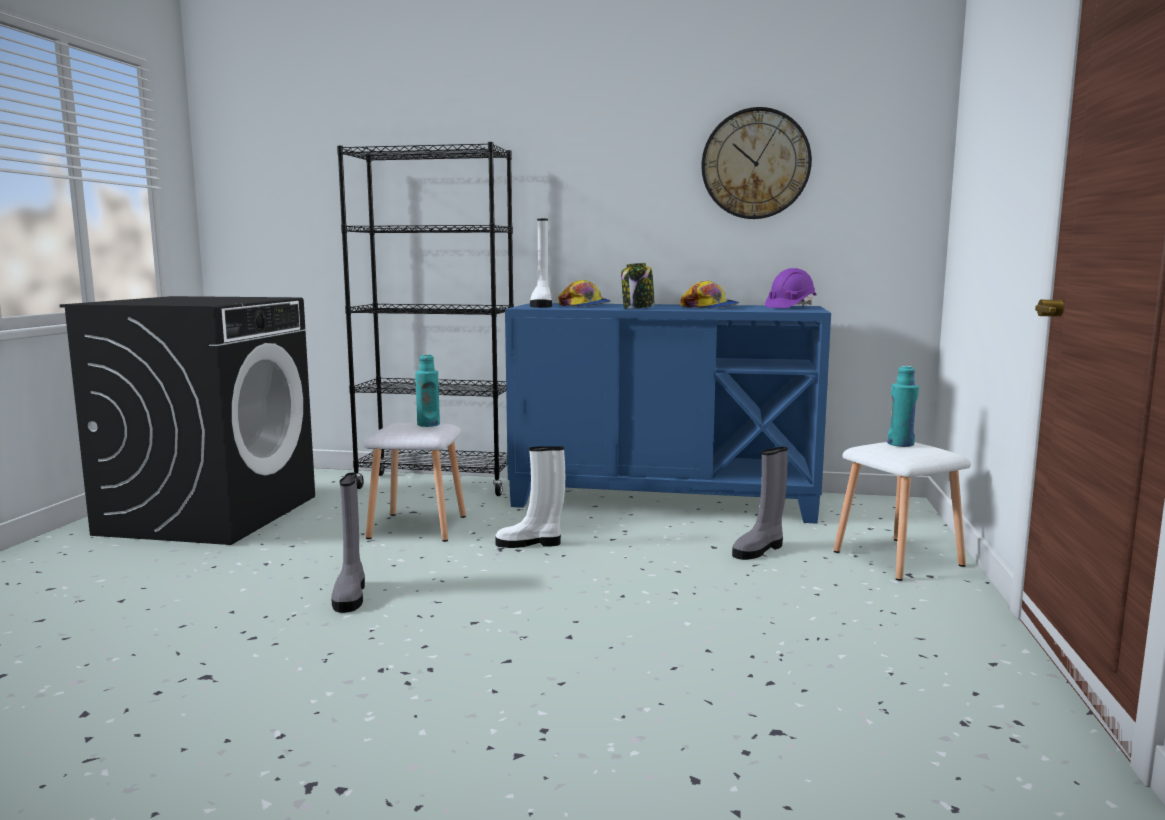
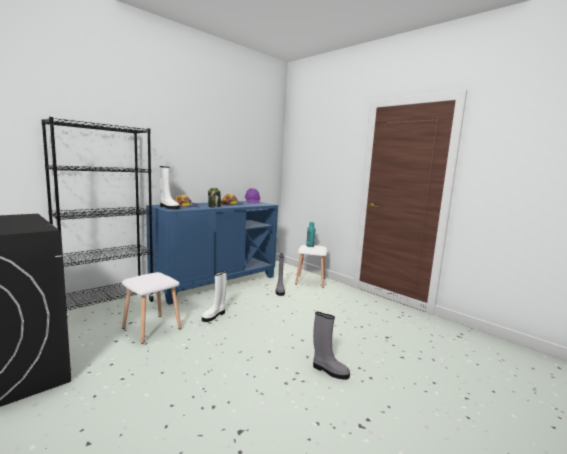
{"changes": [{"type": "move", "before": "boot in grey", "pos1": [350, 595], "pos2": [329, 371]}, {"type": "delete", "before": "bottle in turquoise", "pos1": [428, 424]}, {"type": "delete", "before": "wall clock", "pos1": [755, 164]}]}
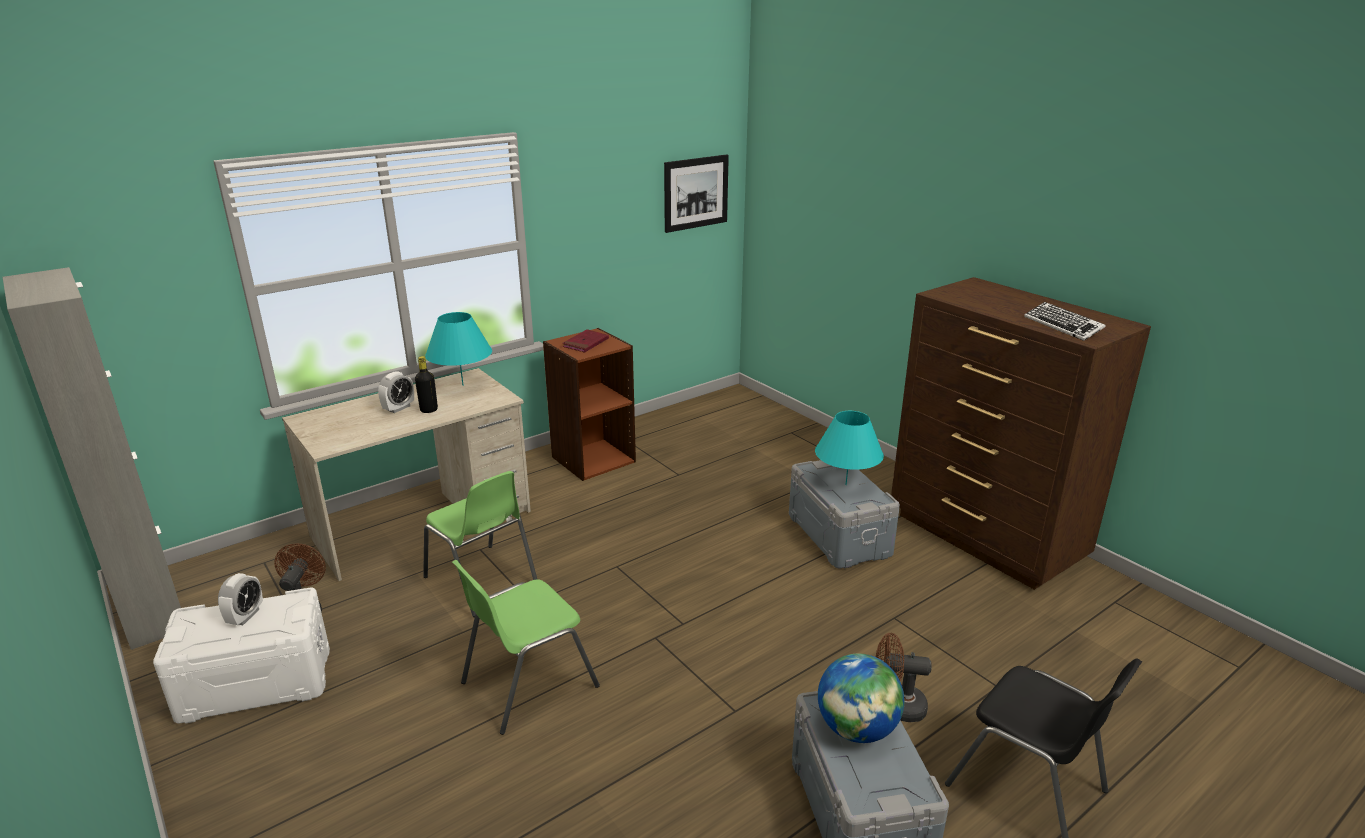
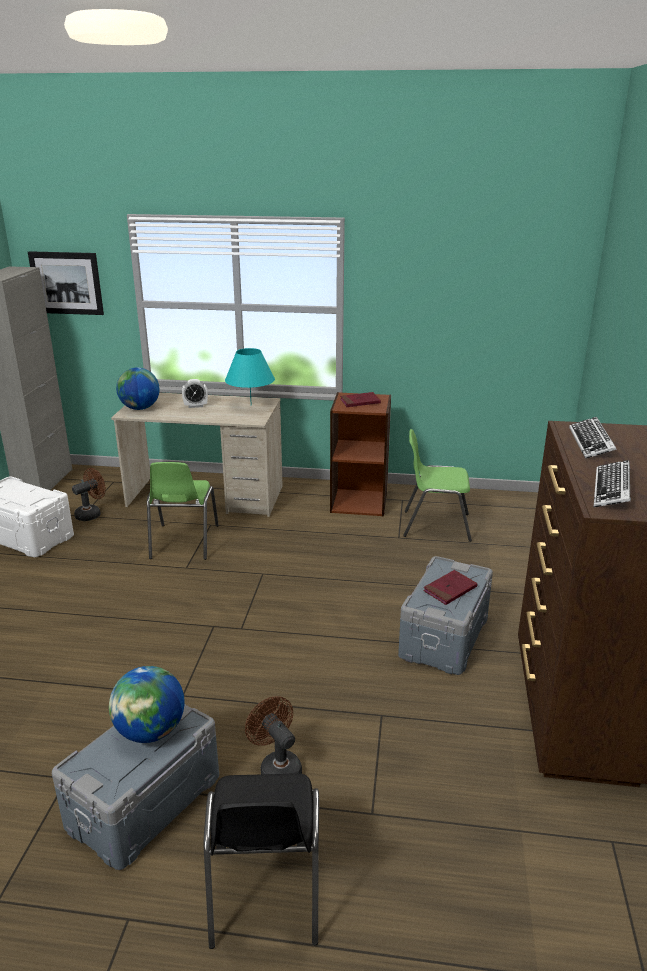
{"changes": [{"type": "delete", "before": "alarm clock", "pos1": [245, 616]}, {"type": "delete", "before": "bottle in black", "pos1": [429, 410]}, {"type": "move", "before": "chair in green", "pos1": [527, 684], "pos2": [435, 525]}, {"type": "move", "before": "picture", "pos1": [696, 193], "pos2": [66, 283]}, {"type": "replace", "before": "table lamp in turquoise", "after": "book in red", "pos1": [845, 484], "pos2": [450, 589]}, {"type": "insert", "after": "globe", "pos2": [140, 408]}, {"type": "insert", "after": "keyboard", "pos2": [591, 443]}]}
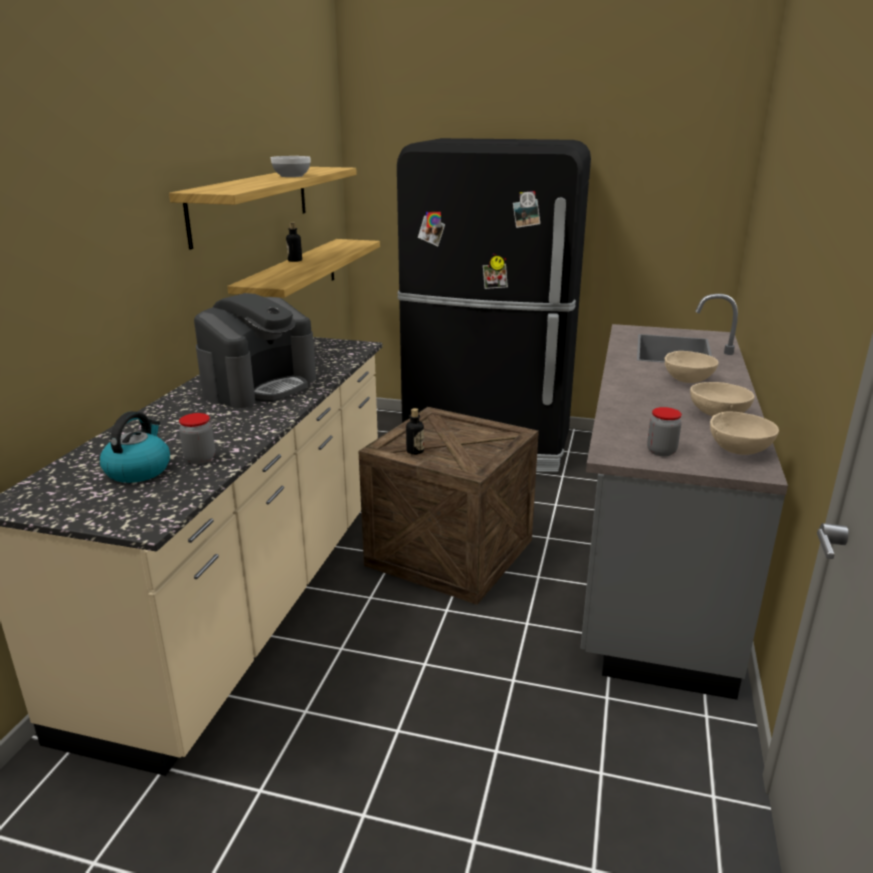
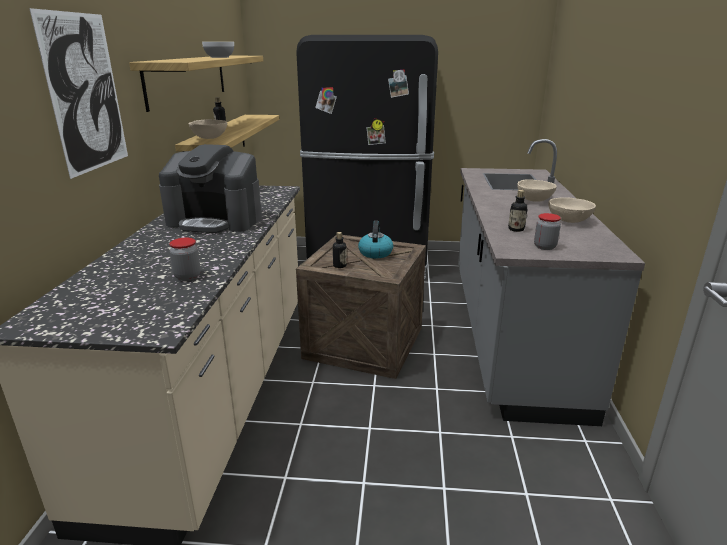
{"changes": [{"type": "move", "before": "kettle", "pos1": [138, 470], "pos2": [375, 253]}, {"type": "rotate", "before": "coffee machine", "pos1": [260, 386], "pos2": [216, 220], "turn": 75}, {"type": "move", "before": "bowl in beige", "pos1": [738, 450], "pos2": [209, 138]}, {"type": "insert", "after": "picture", "pos2": [86, 93]}, {"type": "insert", "after": "bottle", "pos2": [516, 229]}]}
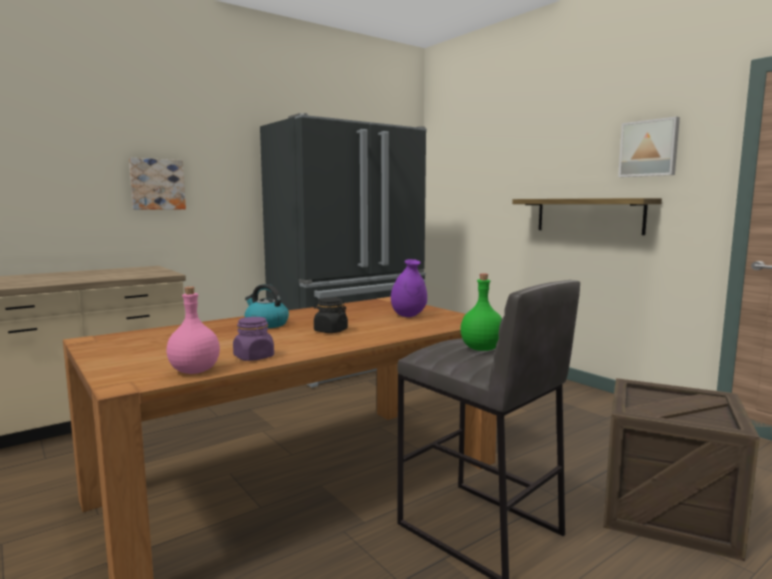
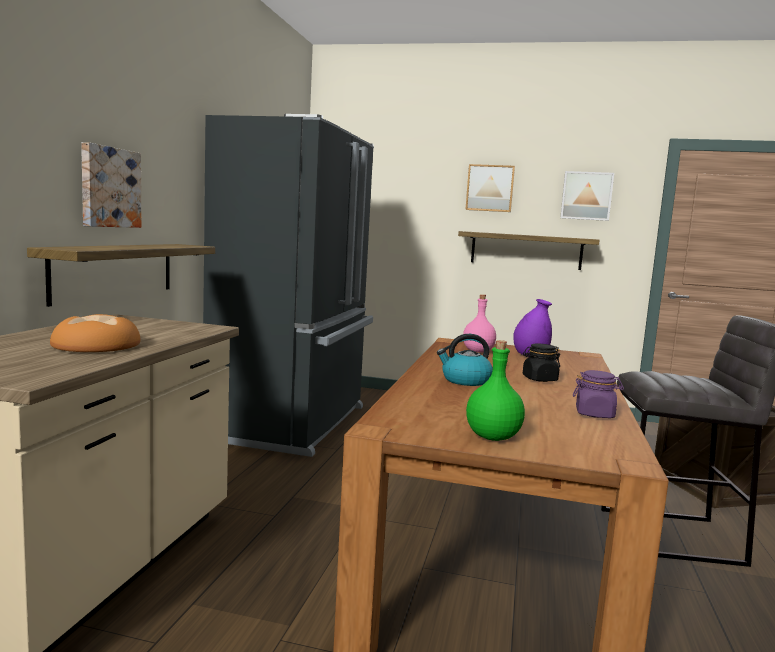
{"changes": [{"type": "move", "before": "bottle in pink", "pos1": [194, 371], "pos2": [477, 351]}, {"type": "move", "before": "bottle in green", "pos1": [482, 348], "pos2": [492, 437]}, {"type": "insert", "after": "shelf", "pos2": [115, 271]}, {"type": "insert", "after": "bread", "pos2": [96, 345]}, {"type": "insert", "after": "picture", "pos2": [490, 188]}]}
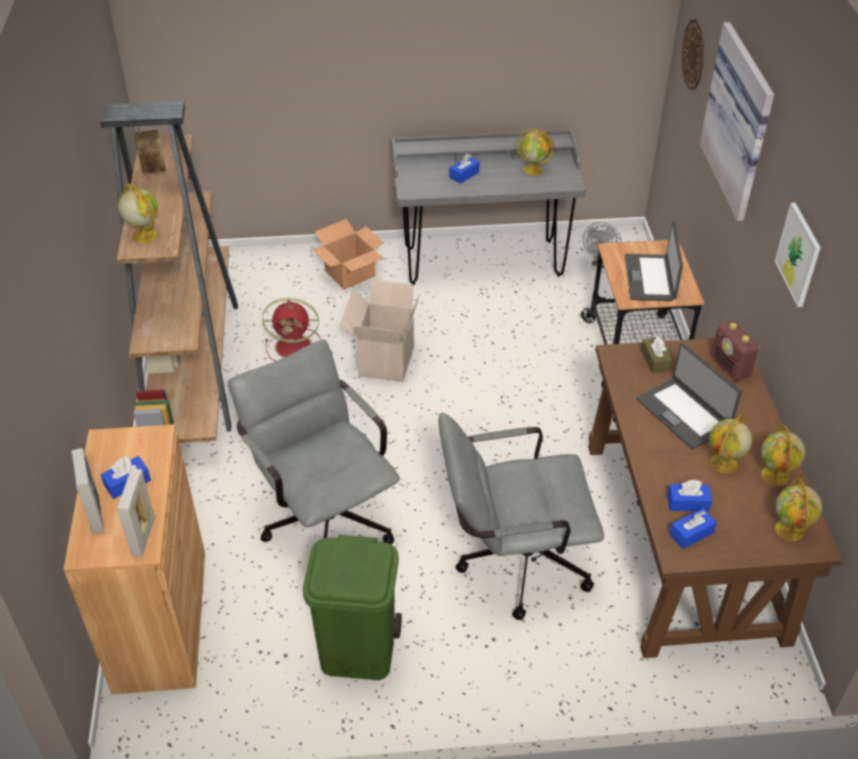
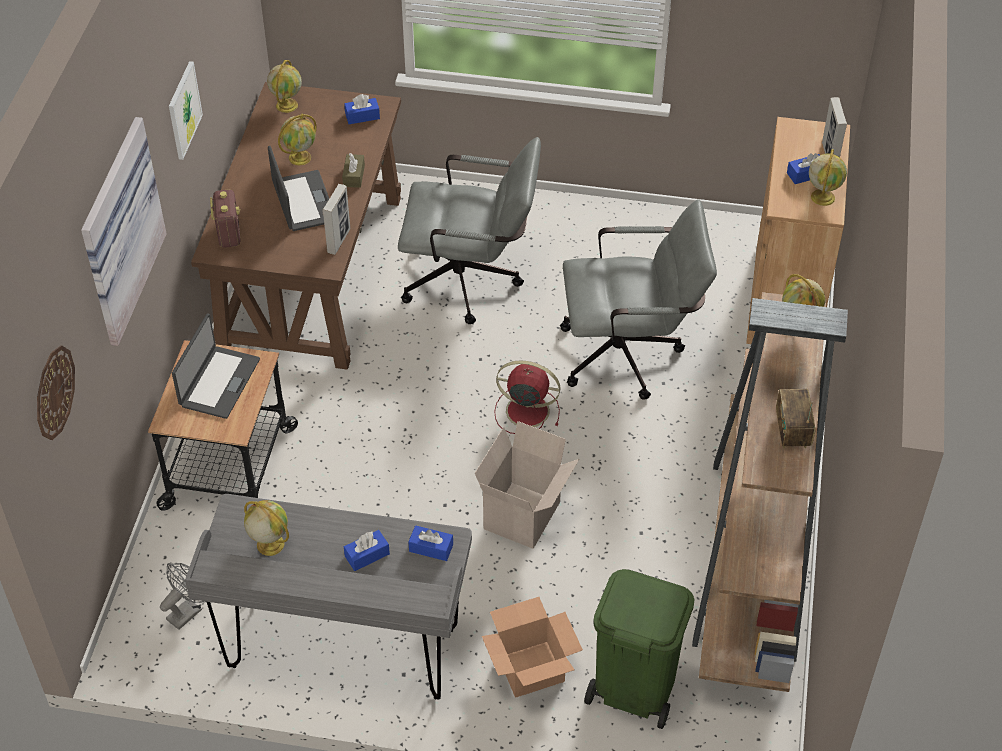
{"changes": [{"type": "move", "before": "picture frame", "pos1": [143, 537], "pos2": [338, 241]}, {"type": "rotate", "before": "office chair in grey", "pos1": [323, 516], "pos2": [630, 354], "turn": -75}, {"type": "move", "before": "fan in red", "pos1": [295, 347], "pos2": [525, 410]}, {"type": "move", "before": "trash can in green", "pos1": [359, 651], "pos2": [633, 687]}, {"type": "move", "before": "tissue box in brown", "pos1": [655, 360], "pos2": [354, 176]}, {"type": "move", "before": "tissue box in blue", "pos1": [687, 503], "pos2": [431, 548]}, {"type": "move", "before": "globe", "pos1": [775, 476], "pos2": [822, 197]}]}
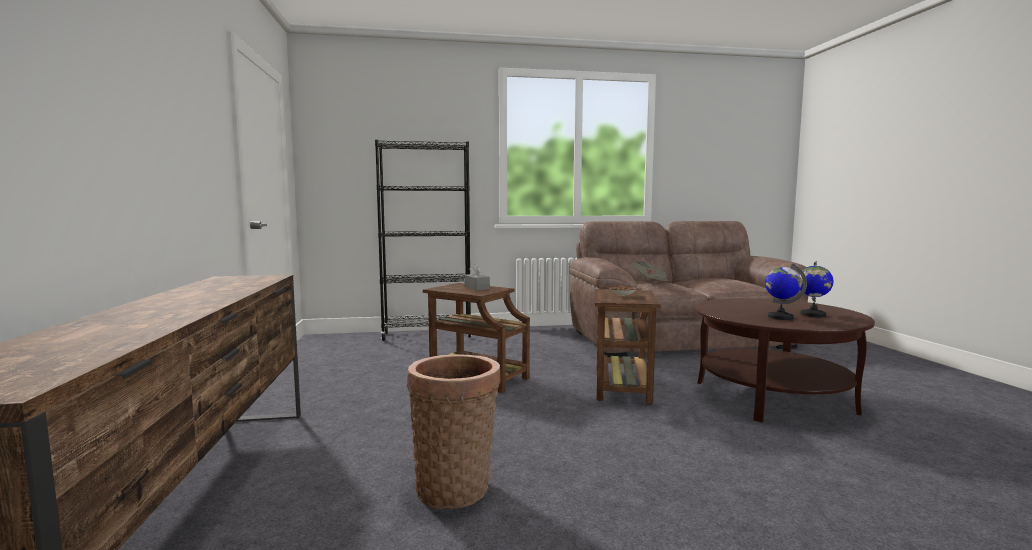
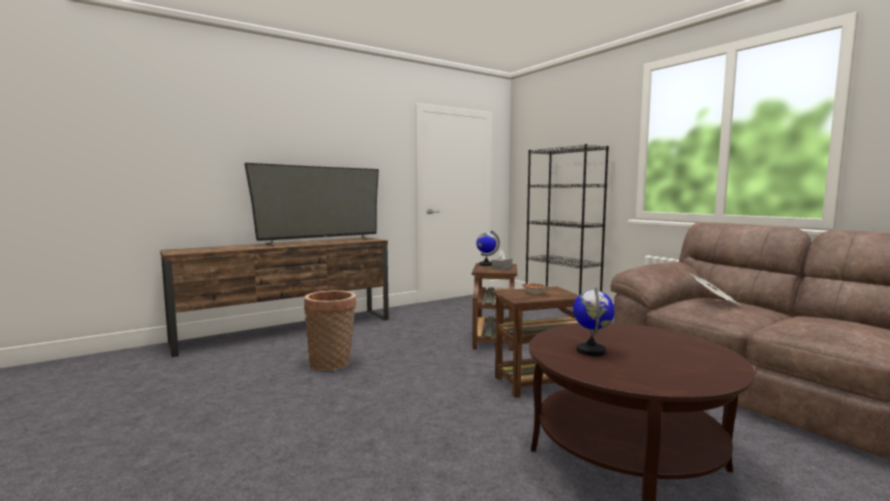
{"changes": [{"type": "move", "before": "globe", "pos1": [812, 315], "pos2": [486, 264]}, {"type": "insert", "after": "television", "pos2": [320, 241]}]}
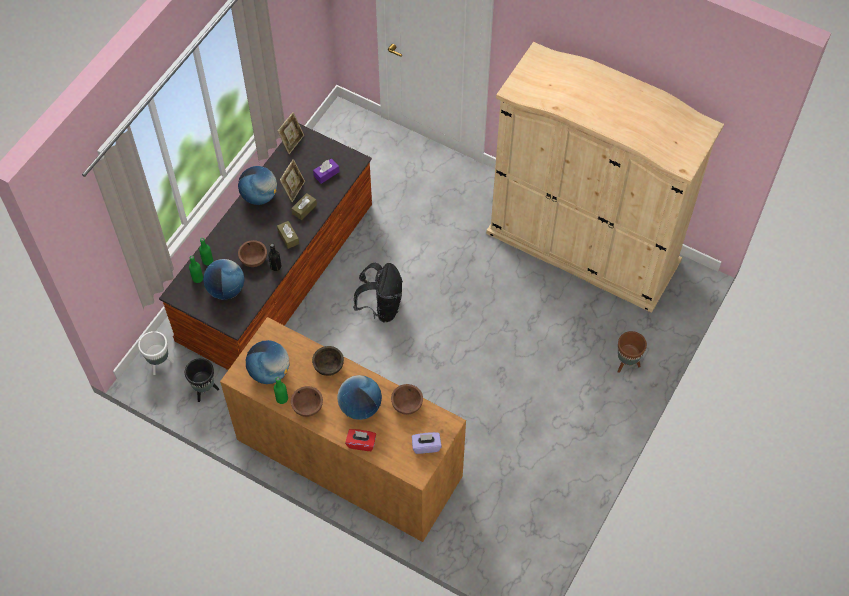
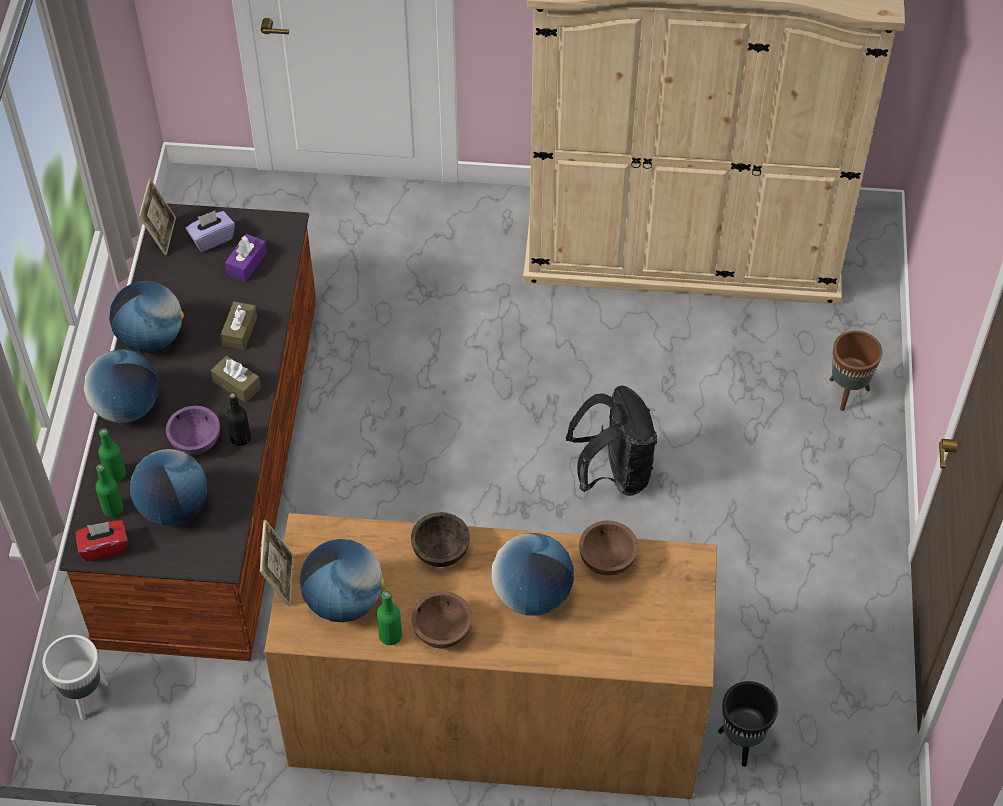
{"changes": [{"type": "move", "before": "planter in black", "pos1": [205, 390], "pos2": [741, 743]}, {"type": "recolor", "before": "bowl in brown", "after": "bowl in purple", "pos1": [254, 259], "pos2": [196, 441]}, {"type": "move", "before": "picture frame", "pos1": [294, 190], "pos2": [280, 580]}, {"type": "move", "before": "tissue box in red", "pos1": [361, 443], "pos2": [104, 547]}, {"type": "move", "before": "backpack in black", "pos1": [381, 307], "pos2": [613, 473]}, {"type": "move", "before": "tissue box in purple", "pos1": [426, 446], "pos2": [212, 238]}, {"type": "insert", "after": "globe", "pos2": [127, 407]}]}
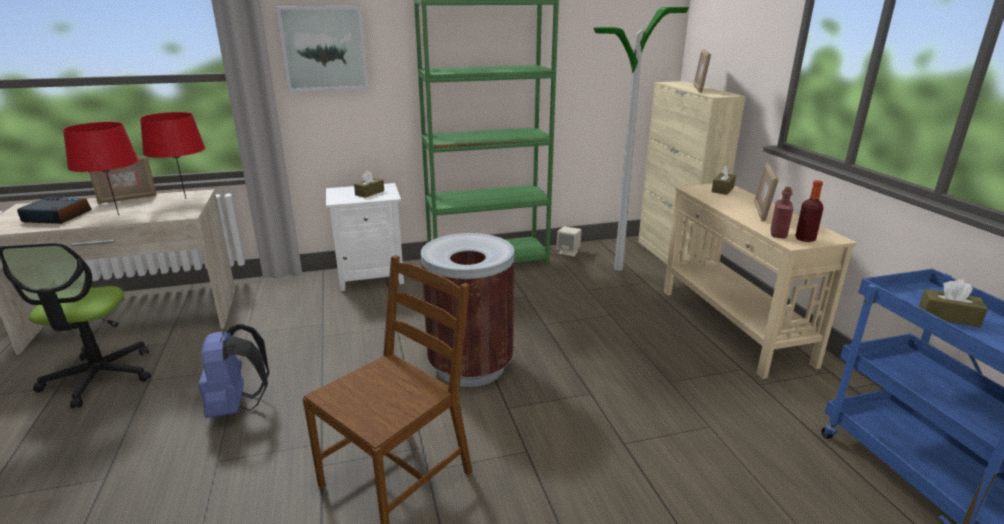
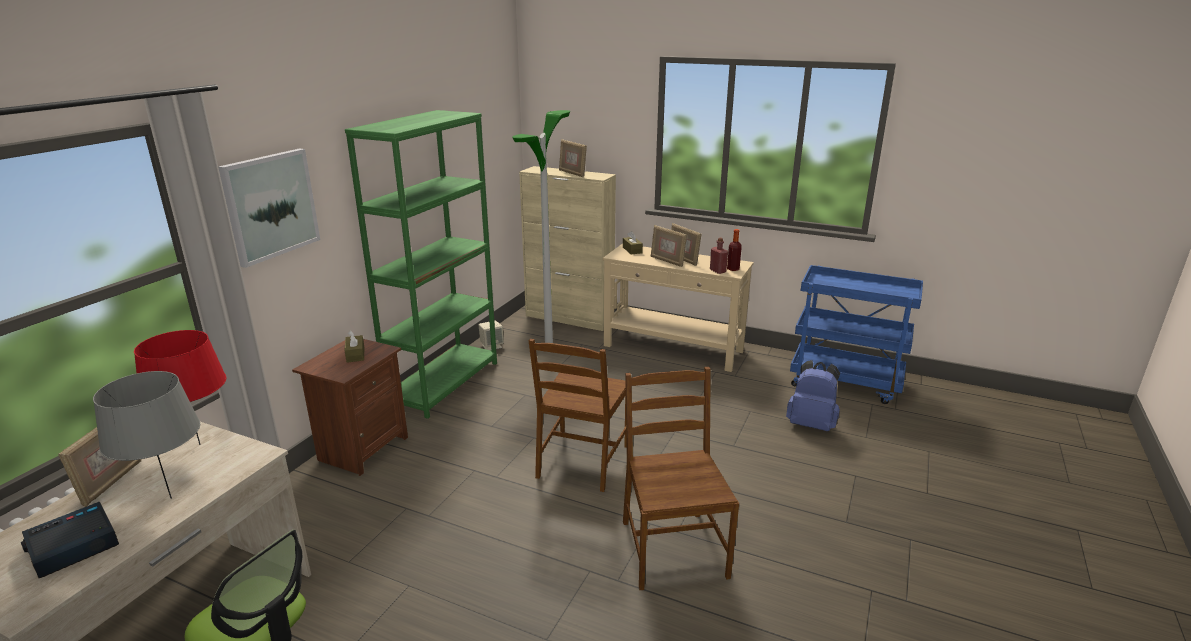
{"changes": [{"type": "recolor", "before": "table lamp in red", "after": "table lamp in grey", "pos1": [118, 215], "pos2": [171, 498]}, {"type": "move", "before": "backpack in blue", "pos1": [237, 406], "pos2": [811, 424]}, {"type": "recolor", "before": "nightstand in white", "after": "nightstand in brown", "pos1": [370, 276], "pos2": [362, 448]}, {"type": "replace", "before": "trash can in brown", "after": "chair in brown", "pos1": [470, 366], "pos2": [582, 461]}, {"type": "delete", "before": "tissue box in brown", "pos1": [948, 316]}, {"type": "insert", "after": "picture frame", "pos2": [667, 261]}]}
